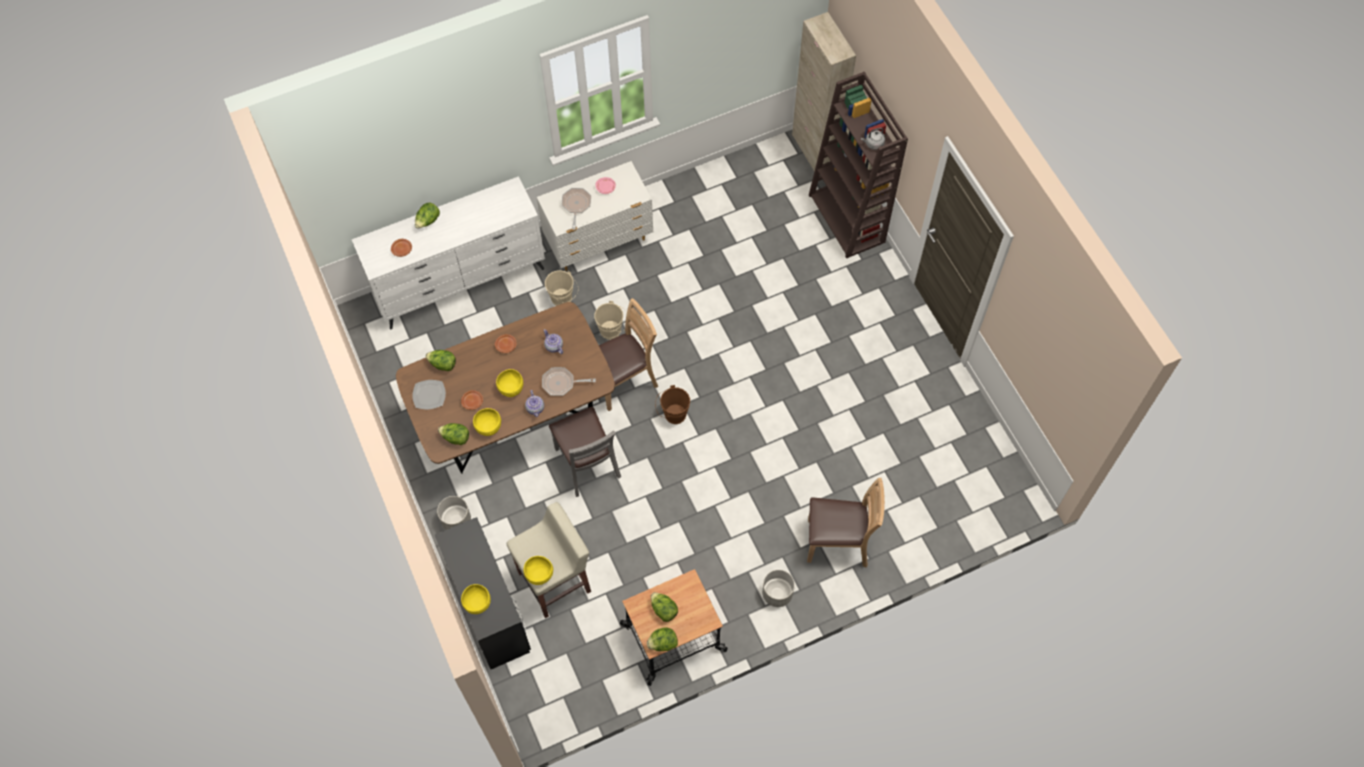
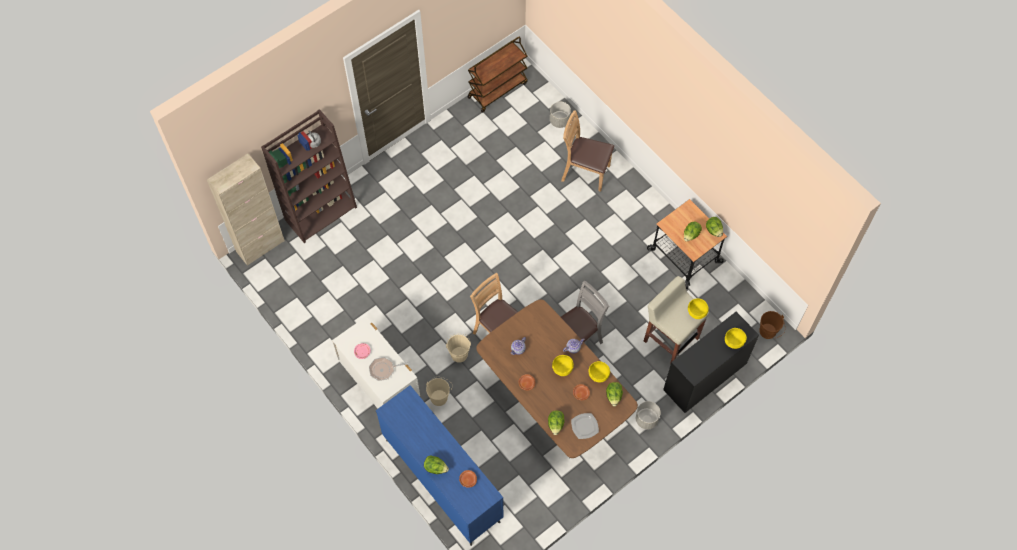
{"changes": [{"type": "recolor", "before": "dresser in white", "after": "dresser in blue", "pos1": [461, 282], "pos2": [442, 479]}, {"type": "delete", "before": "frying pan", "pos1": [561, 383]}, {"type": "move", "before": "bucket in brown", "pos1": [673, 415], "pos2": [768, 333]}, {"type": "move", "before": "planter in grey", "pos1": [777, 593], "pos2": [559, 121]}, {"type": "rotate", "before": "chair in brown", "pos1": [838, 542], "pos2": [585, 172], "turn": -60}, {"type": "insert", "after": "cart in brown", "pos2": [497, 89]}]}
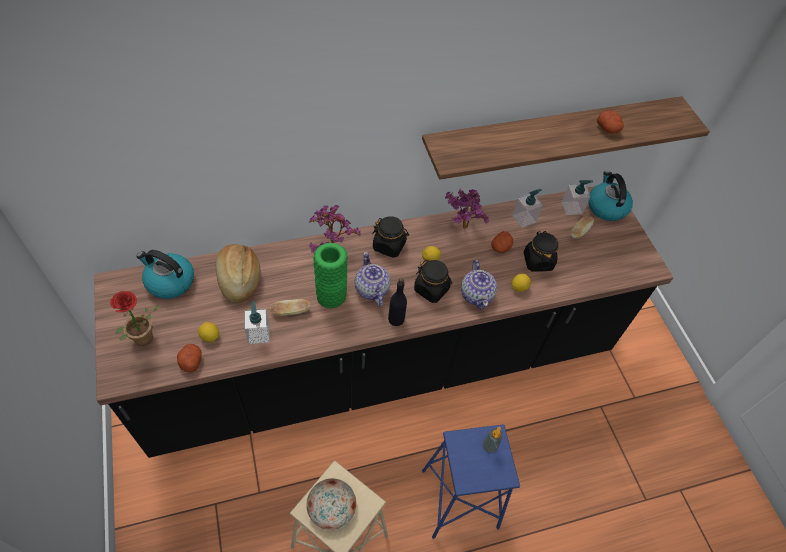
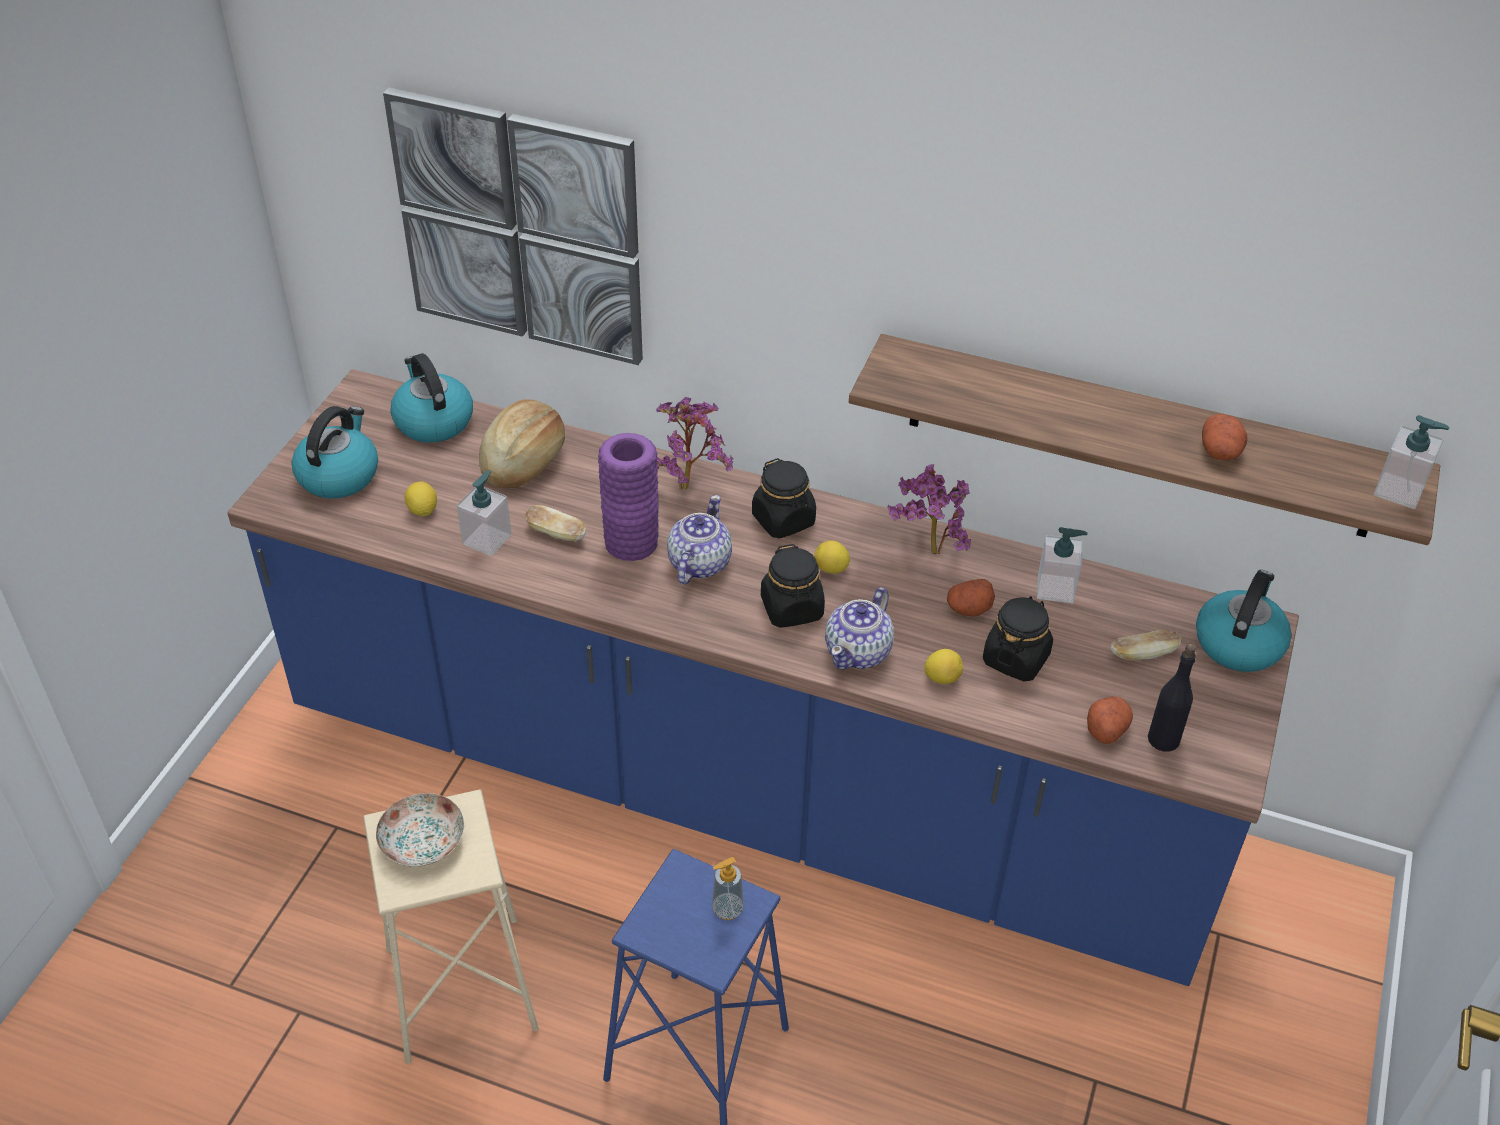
{"changes": [{"type": "recolor", "before": "counter in black", "after": "counter in blue", "pos1": [383, 365], "pos2": [745, 786]}, {"type": "replace", "before": "potted plant", "after": "kettle", "pos1": [144, 341], "pos2": [339, 475]}, {"type": "move", "before": "potato", "pos1": [191, 361], "pos2": [1106, 728]}, {"type": "recolor", "before": "vase in green", "after": "vase in purple", "pos1": [331, 296], "pos2": [631, 543]}, {"type": "move", "before": "bottle in black", "pos1": [396, 319], "pos2": [1163, 739]}, {"type": "move", "before": "soap dispenser", "pos1": [572, 208], "pos2": [1399, 490]}, {"type": "insert", "after": "picture", "pos2": [520, 227]}]}
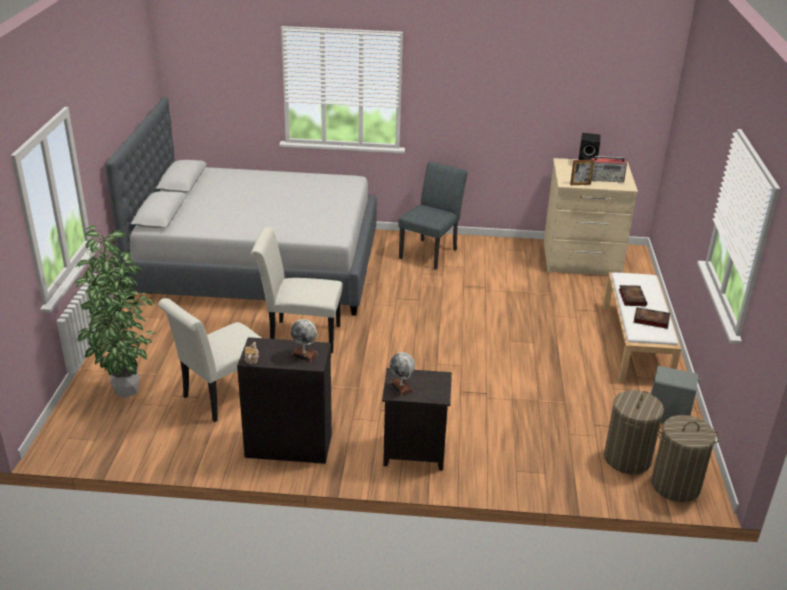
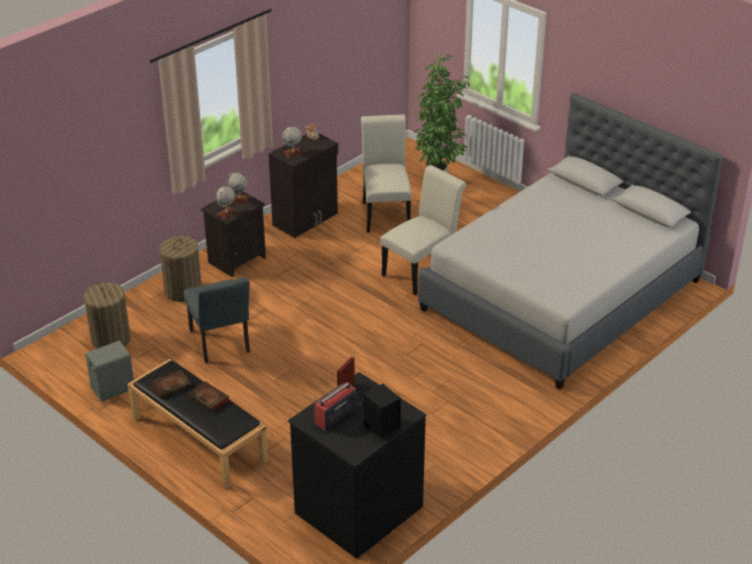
{"changes": [{"type": "move", "before": "chair in grey", "pos1": [431, 252], "pos2": [221, 345]}, {"type": "recolor", "before": "dresser in beige", "after": "dresser in black", "pos1": [581, 259], "pos2": [357, 508]}, {"type": "recolor", "before": "bench in white", "after": "bench in black", "pos1": [636, 344], "pos2": [197, 438]}, {"type": "move", "before": "laundry basket", "pos1": [675, 485], "pos2": [183, 291]}, {"type": "insert", "after": "globe", "pos2": [226, 213]}]}
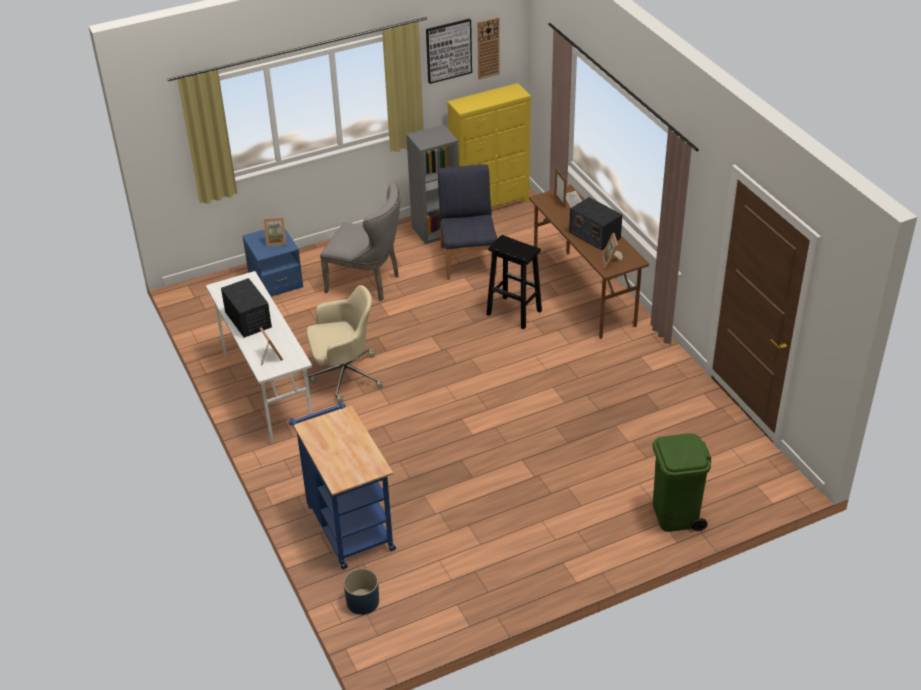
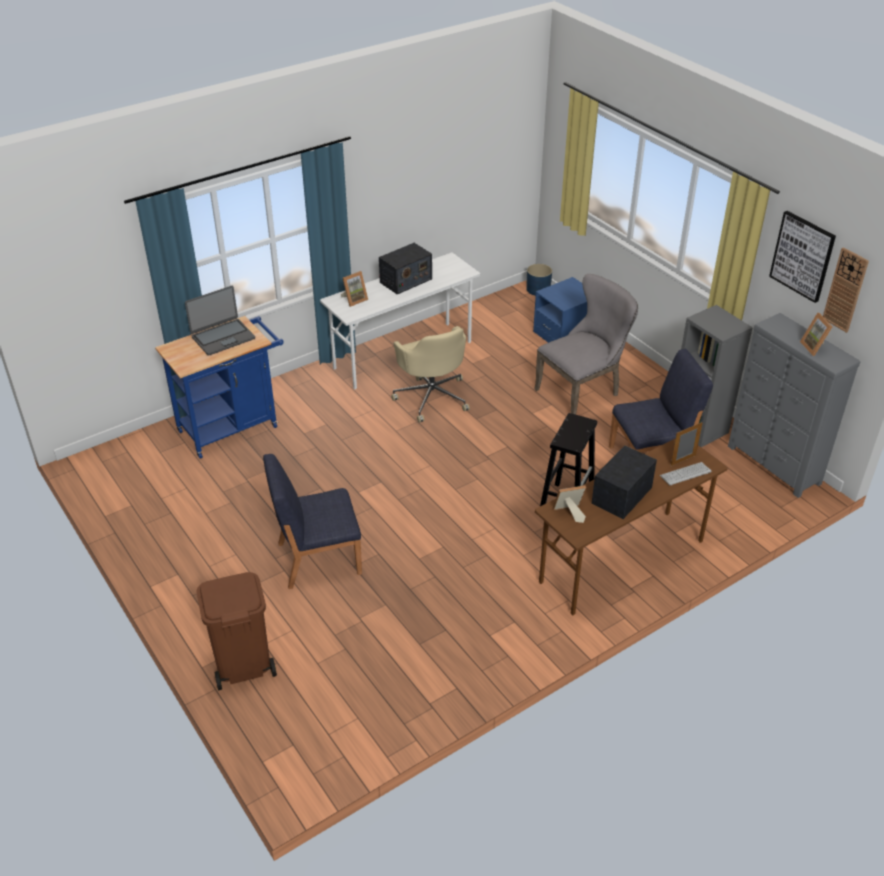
{"changes": [{"type": "move", "before": "picture frame", "pos1": [276, 241], "pos2": [815, 347]}, {"type": "rotate", "before": "chair in grey", "pos1": [367, 283], "pos2": [582, 392], "turn": -135}, {"type": "move", "before": "planter in blue", "pos1": [362, 601], "pos2": [538, 289]}, {"type": "recolor", "before": "dresser in yellow", "after": "dresser in grey", "pos1": [491, 204], "pos2": [773, 465]}, {"type": "recolor", "before": "trash can in green", "after": "trash can in brown", "pos1": [675, 515], "pos2": [242, 664]}, {"type": "insert", "after": "laptop", "pos2": [222, 337]}, {"type": "insert", "after": "chair in blue", "pos2": [318, 558]}]}
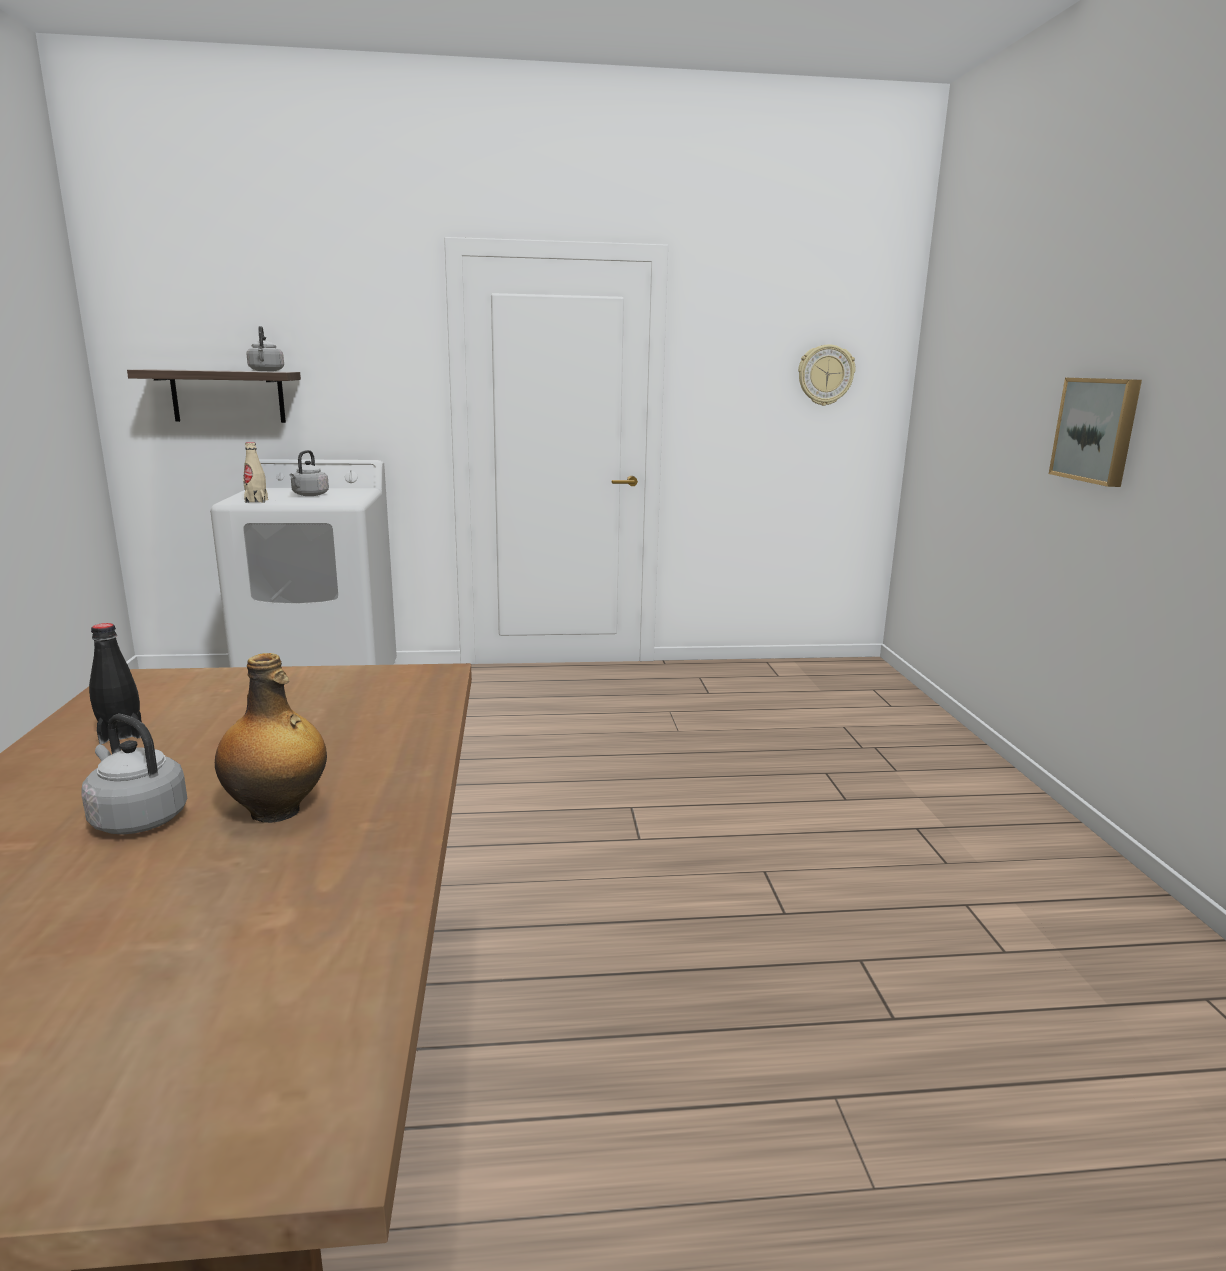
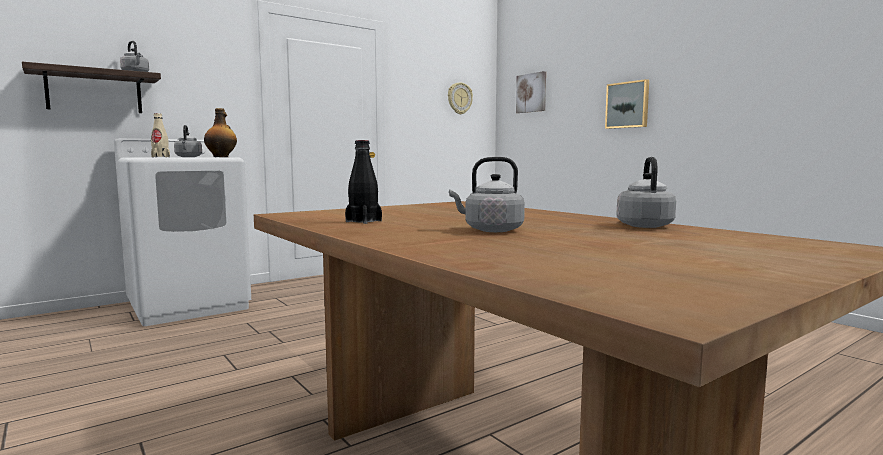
{"changes": [{"type": "move", "before": "bottle", "pos1": [277, 811], "pos2": [221, 157]}, {"type": "insert", "after": "picture", "pos2": [531, 93]}, {"type": "insert", "after": "kettle in grey", "pos2": [644, 225]}]}
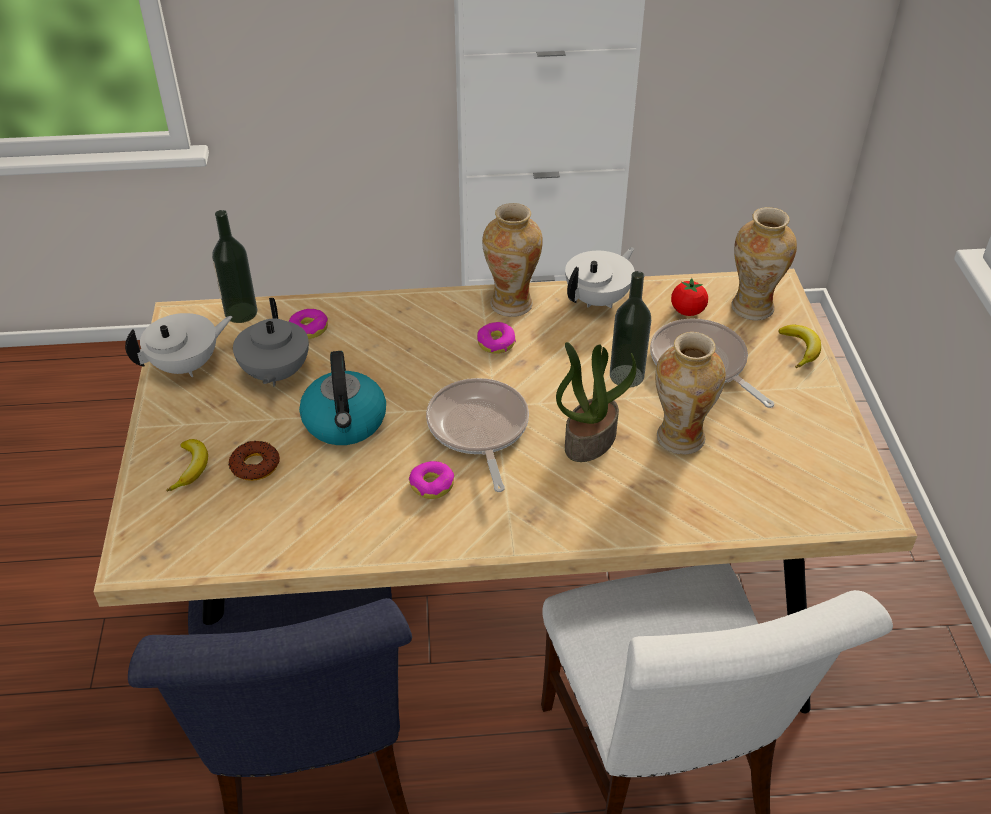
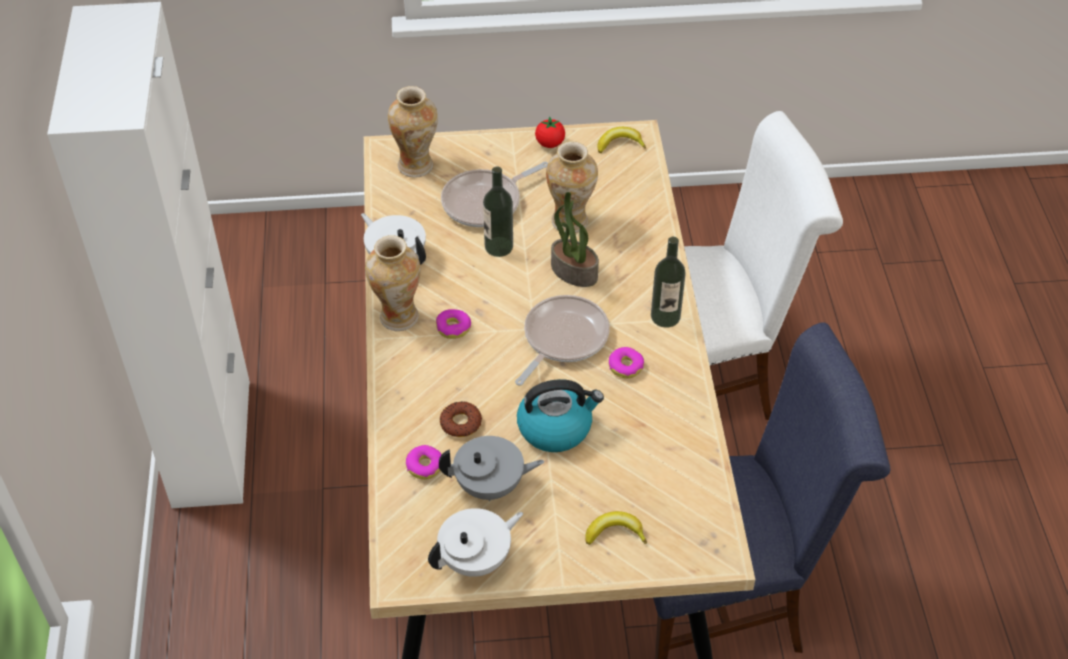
{"changes": [{"type": "rotate", "before": "teapot in white", "pos1": [187, 365], "pos2": [476, 560], "turn": 90}, {"type": "move", "before": "bottle", "pos1": [241, 313], "pos2": [665, 316]}, {"type": "move", "before": "donut", "pos1": [255, 465], "pos2": [460, 423]}, {"type": "rotate", "before": "frying pan", "pos1": [478, 429], "pos2": [562, 339], "turn": 135}, {"type": "move", "before": "tomato", "pos1": [687, 311], "pos2": [550, 143]}, {"type": "move", "before": "banana", "pos1": [800, 349], "pos2": [619, 144]}]}
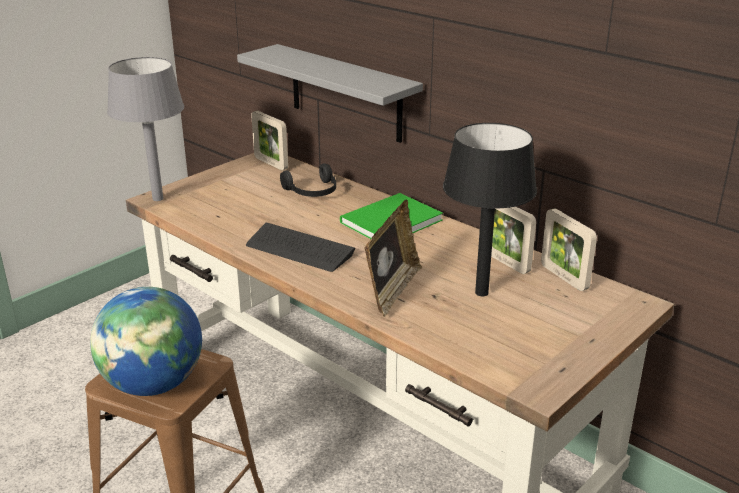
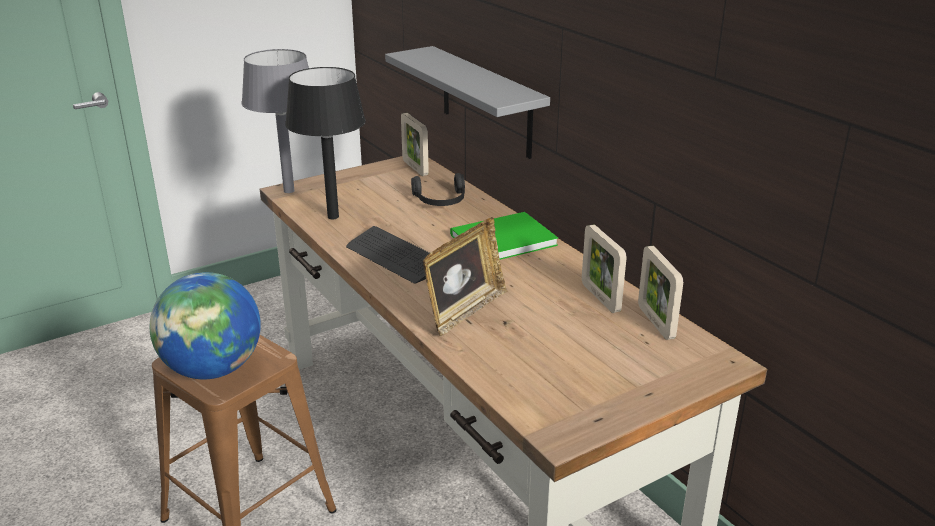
{"changes": [{"type": "move", "before": "table lamp in black", "pos1": [481, 293], "pos2": [332, 217]}]}
